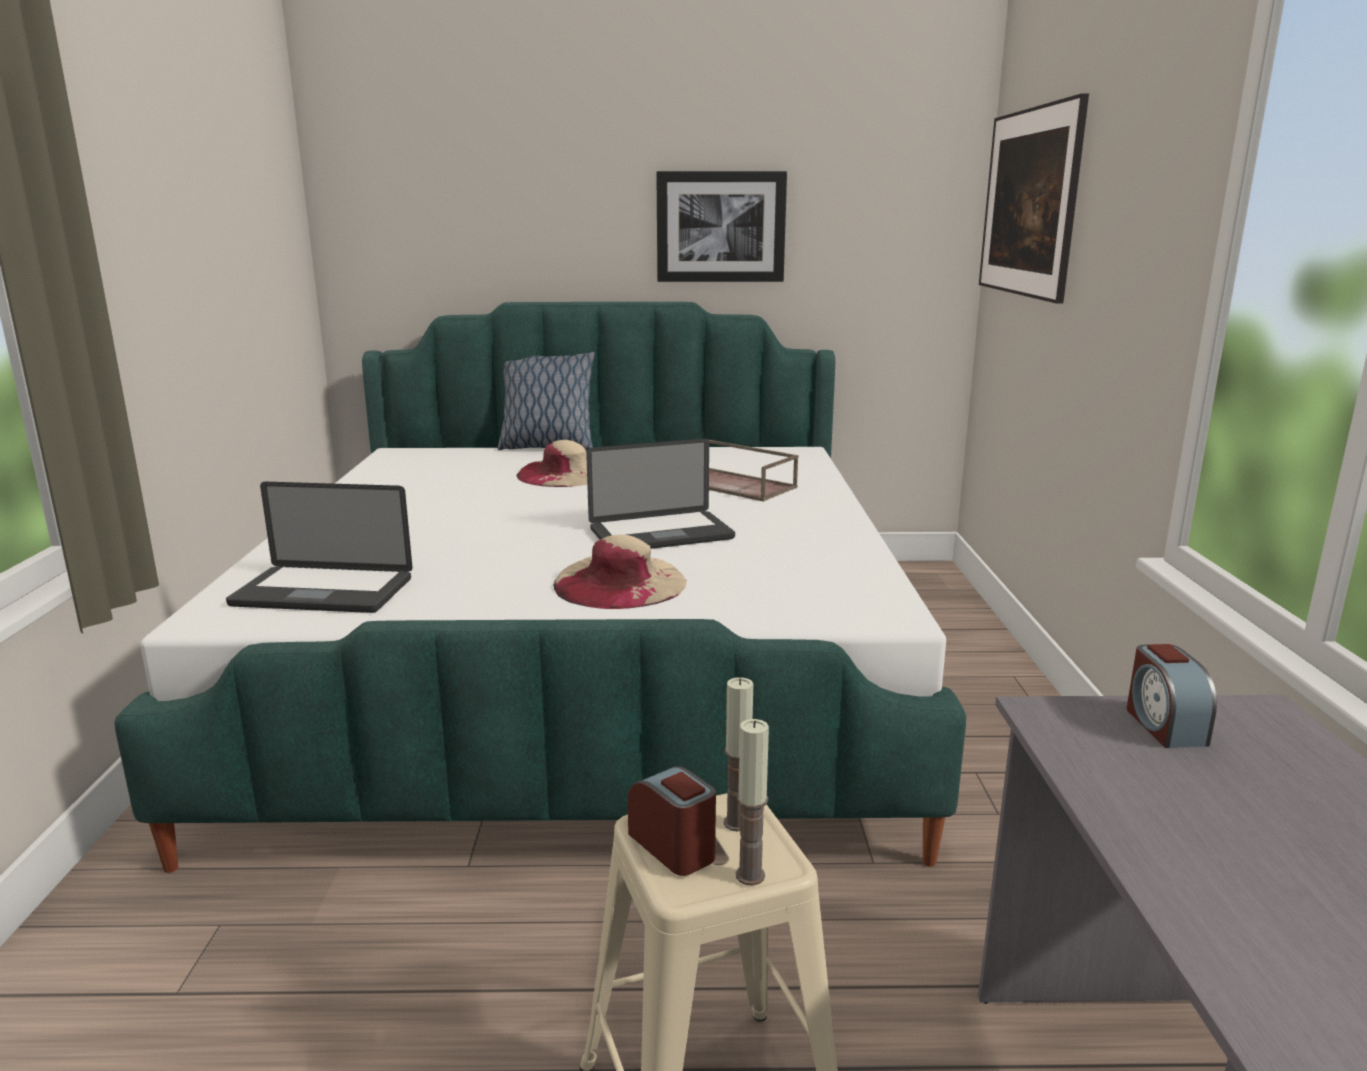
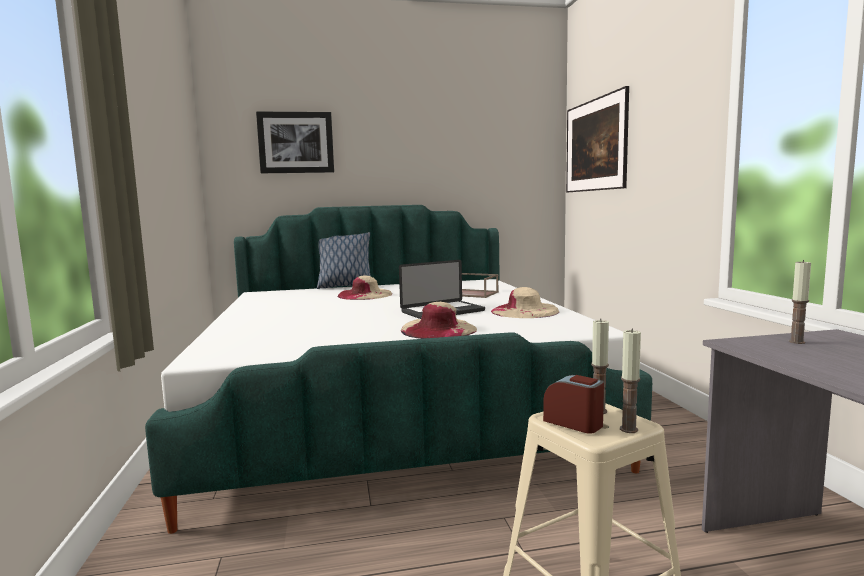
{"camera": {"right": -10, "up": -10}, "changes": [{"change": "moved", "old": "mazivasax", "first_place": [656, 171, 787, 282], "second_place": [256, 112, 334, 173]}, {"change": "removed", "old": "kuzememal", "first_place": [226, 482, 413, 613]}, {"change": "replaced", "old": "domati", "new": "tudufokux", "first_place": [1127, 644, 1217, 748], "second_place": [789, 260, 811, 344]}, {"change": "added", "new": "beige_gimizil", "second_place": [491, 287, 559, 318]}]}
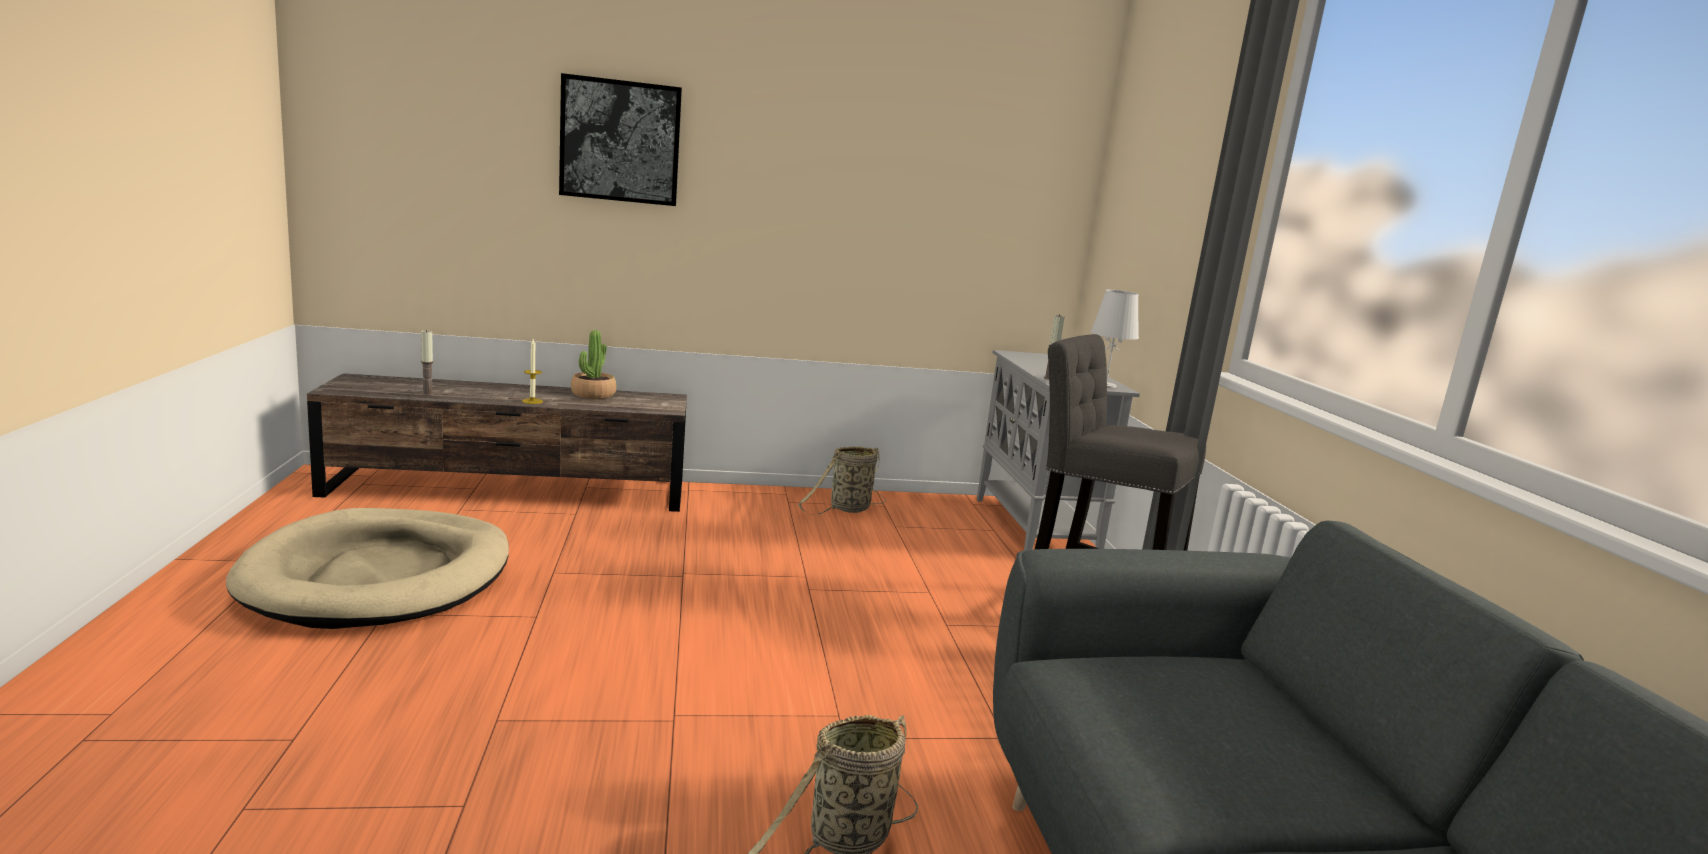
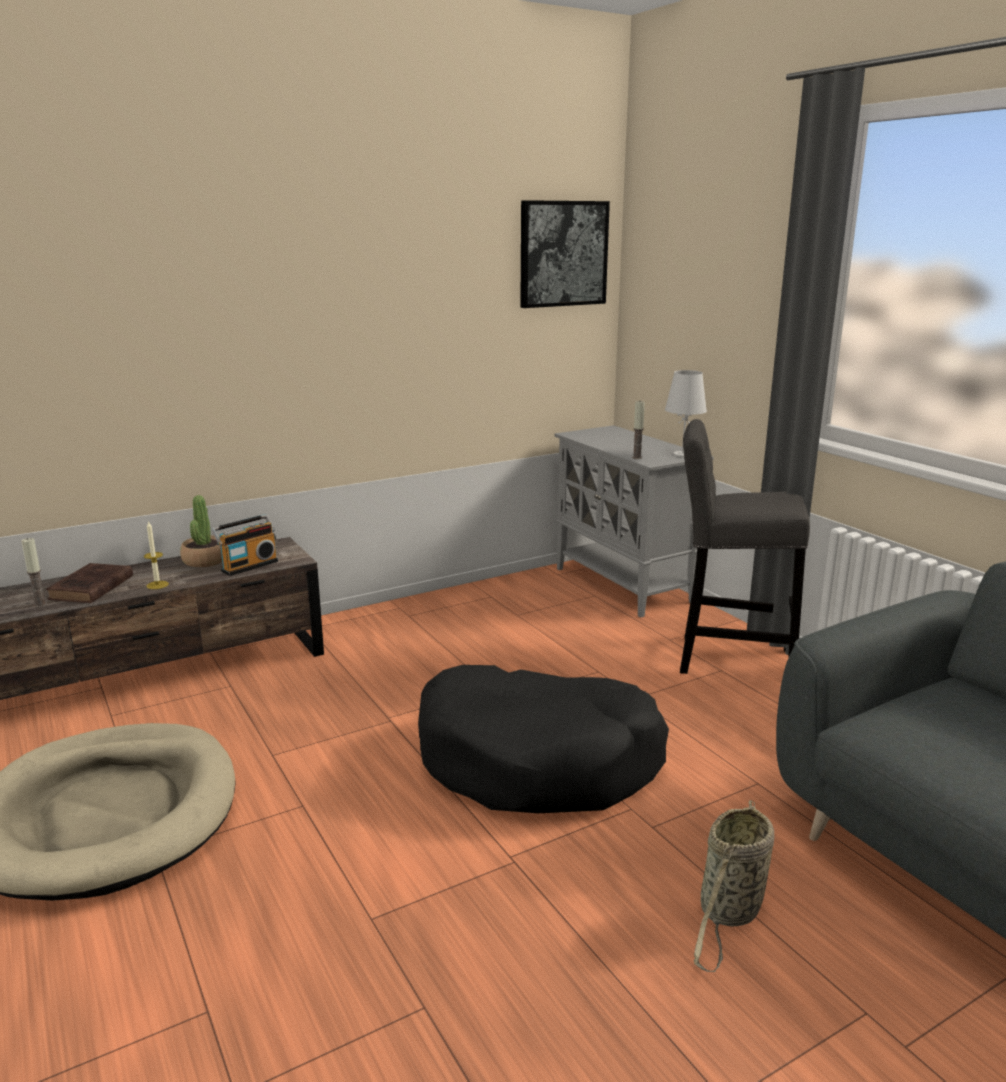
{"camera": {"right": -20, "up": 5}, "changes": [{"change": "moved", "old": "mazivasax", "first_place": [559, 73, 682, 206], "second_place": [520, 200, 610, 308]}, {"change": "removed", "old": "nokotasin", "first_place": [798, 446, 886, 515]}, {"change": "added", "new": "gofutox", "second_place": [212, 514, 278, 576]}, {"change": "added", "new": "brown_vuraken", "second_place": [46, 563, 133, 603]}, {"change": "added", "new": "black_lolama", "second_place": [418, 665, 669, 813]}]}
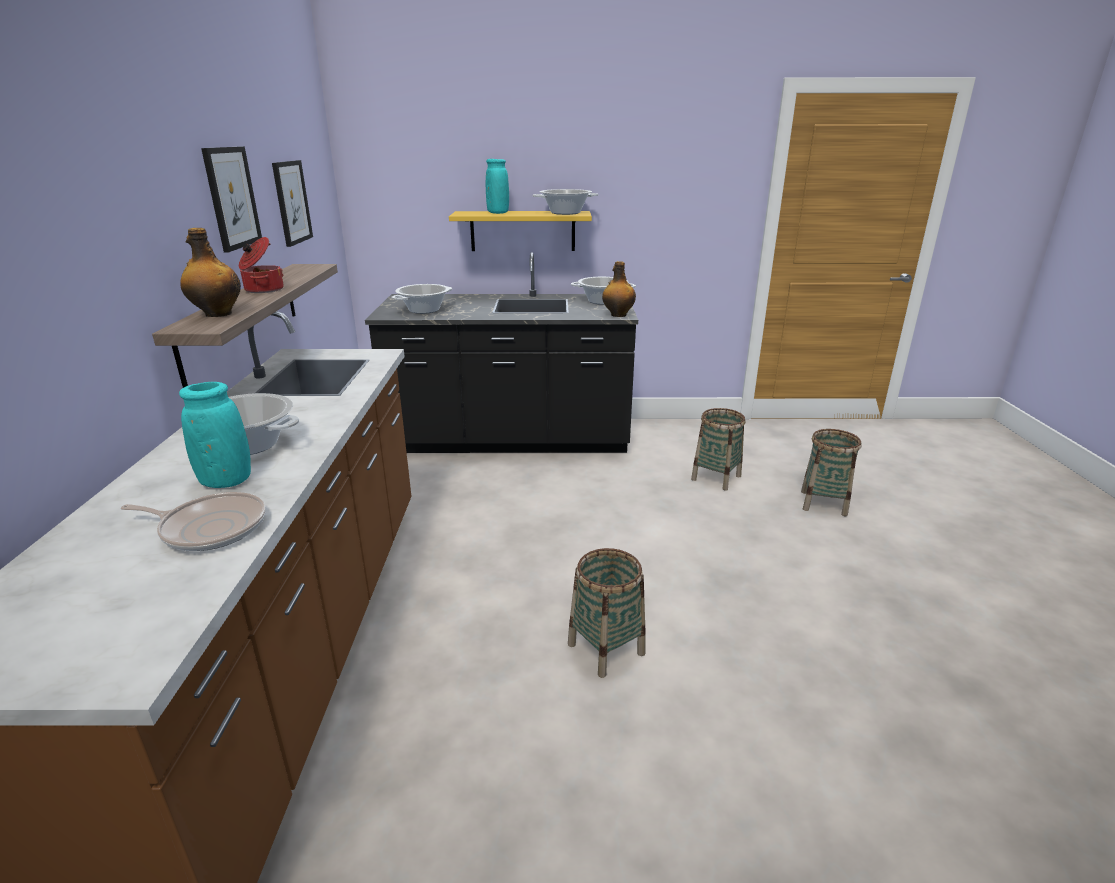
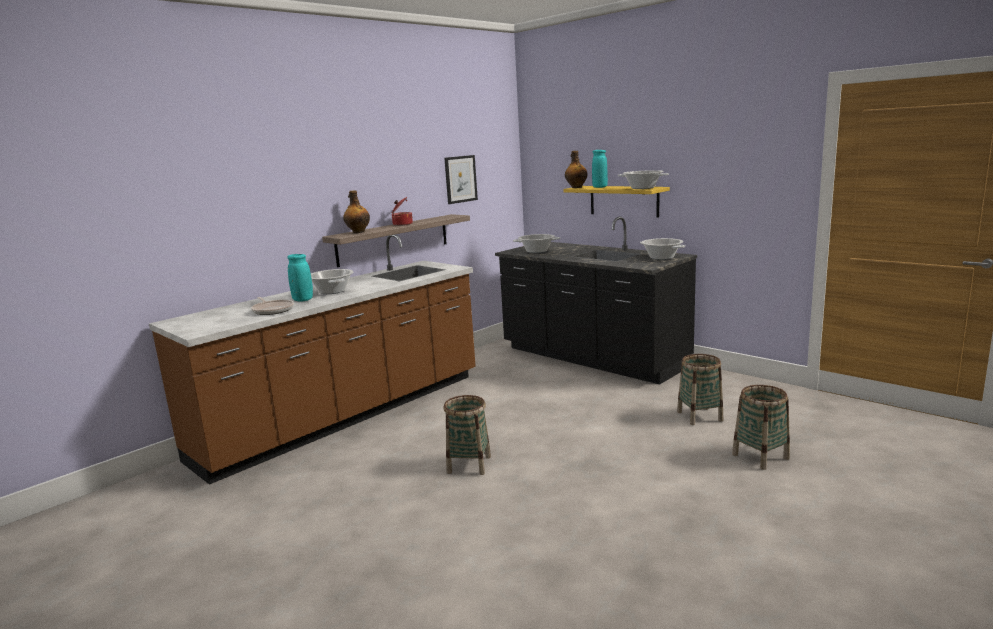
{"camera": {"right": 45, "up": -10}, "changes": [{"change": "removed", "old": "mazivasax", "first_place": [201, 147, 262, 252]}, {"change": "moved", "old": "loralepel", "first_place": [602, 261, 636, 317], "second_place": [565, 151, 587, 188]}]}
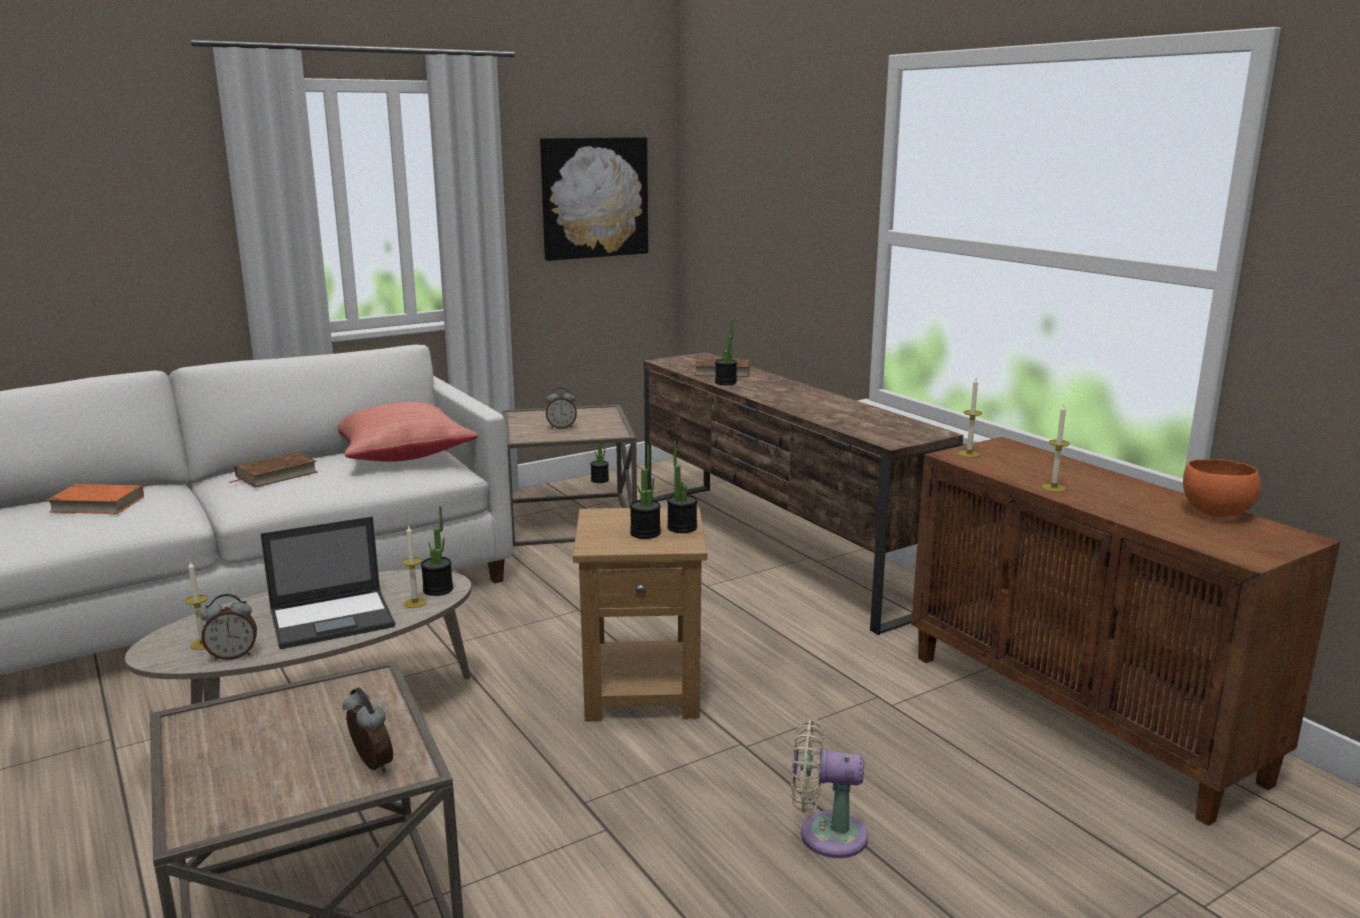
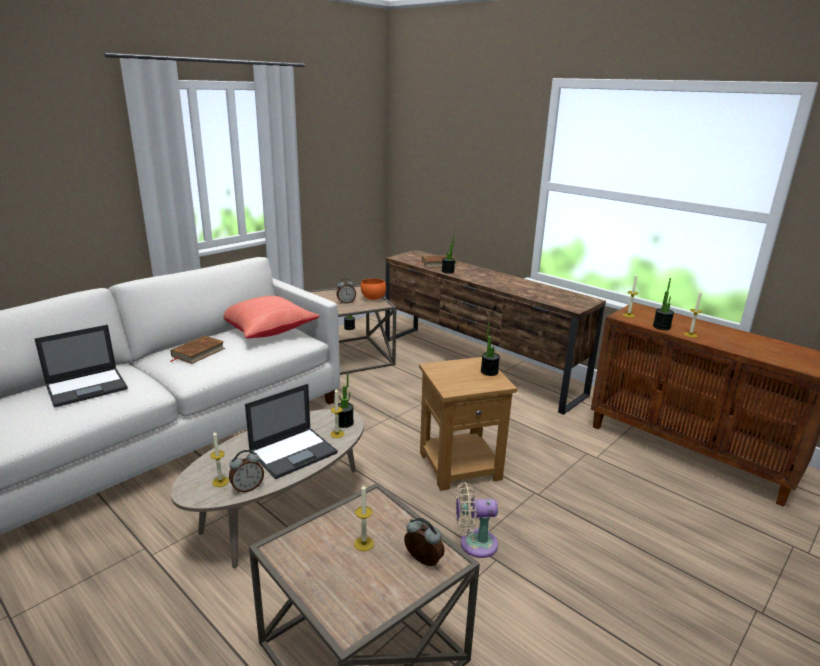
{"camera": {"right": -15, "up": 5}, "changes": [{"change": "removed", "old": "mazivasax", "first_place": [540, 137, 648, 261]}, {"change": "moved", "old": "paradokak", "first_place": [630, 445, 661, 539], "second_place": [653, 278, 674, 330]}, {"change": "moved", "old": "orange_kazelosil", "first_place": [1183, 459, 1261, 517], "second_place": [361, 278, 386, 300]}, {"change": "replaced", "old": "orange_vuraken", "new": "kuzememal", "first_place": [47, 484, 144, 514], "second_place": [35, 325, 128, 408]}, {"change": "moved", "old": "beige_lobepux", "first_place": [791, 718, 868, 858], "second_place": [456, 482, 498, 558]}, {"change": "added", "new": "tudufokux", "second_place": [354, 484, 374, 551]}]}
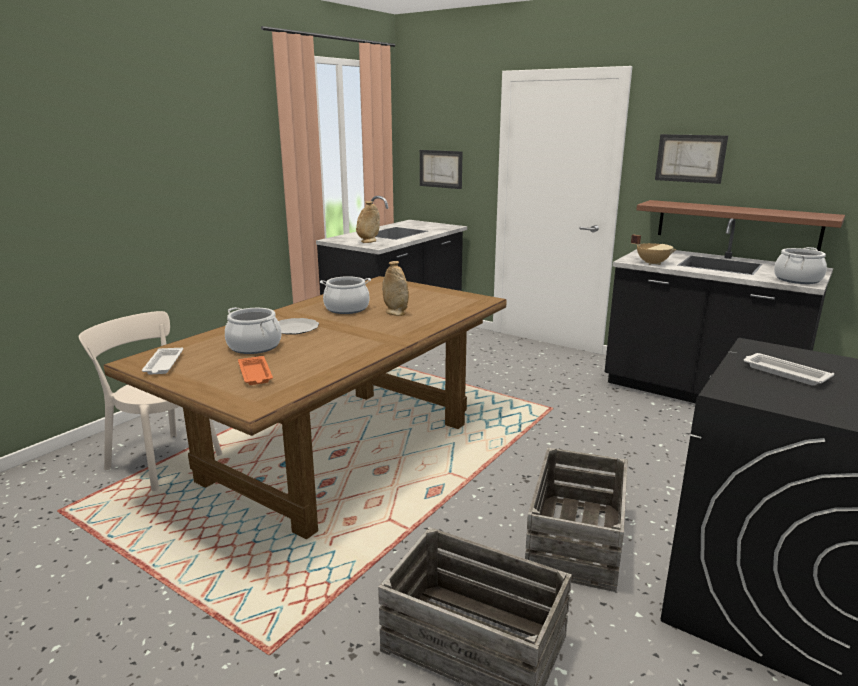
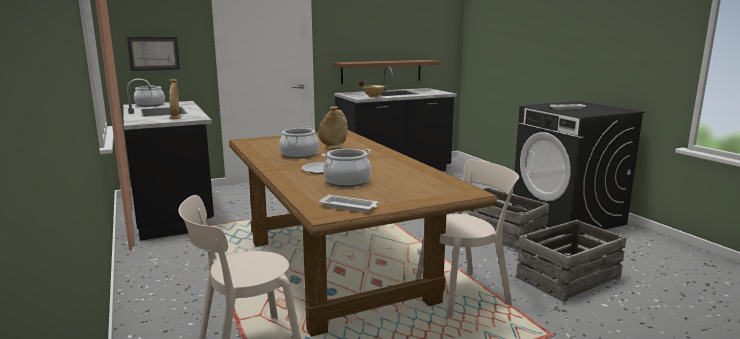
{"camera": {"right": -60, "up": -5}, "changes": [{"change": "removed", "old": "mazivasax", "first_place": [655, 134, 728, 184]}, {"change": "moved", "old": "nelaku", "first_place": [774, 247, 827, 284], "second_place": [134, 85, 165, 107]}, {"change": "removed", "old": "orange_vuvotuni", "first_place": [238, 356, 273, 385]}, {"change": "added", "new": "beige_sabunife", "second_place": [416, 159, 519, 317]}]}
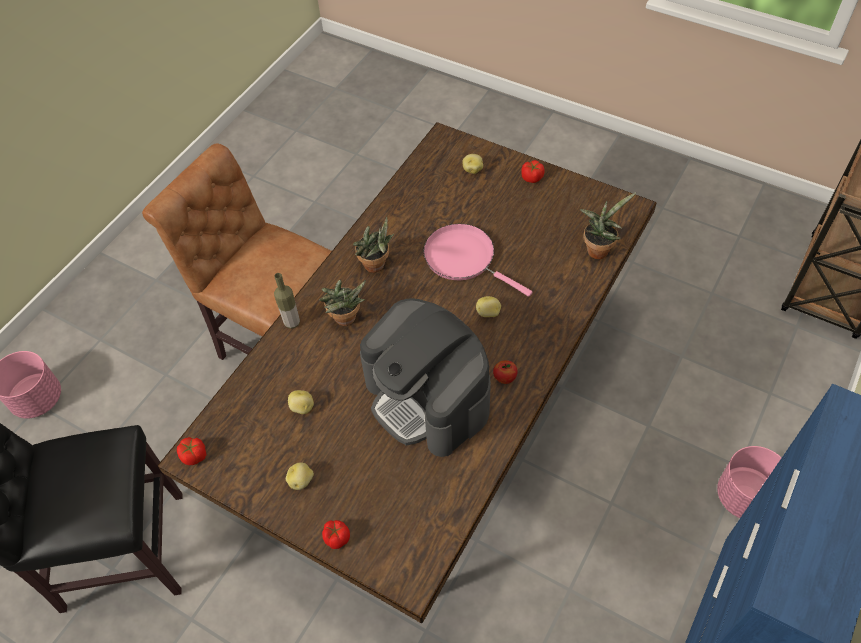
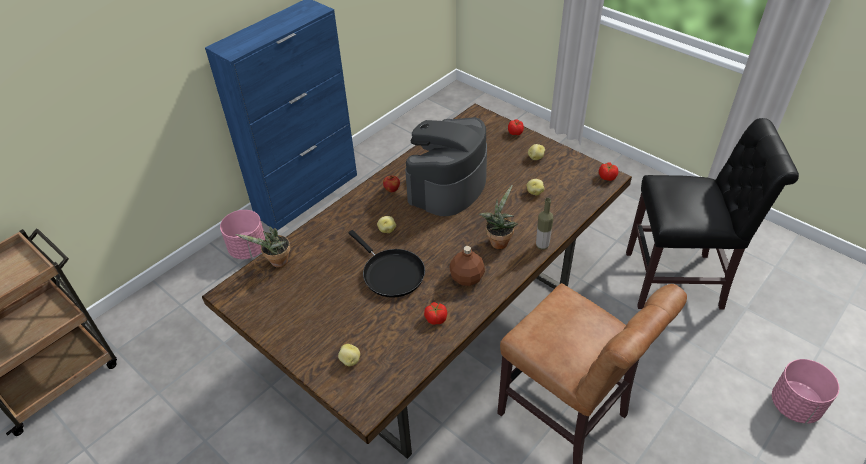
{"camera": {"right": -170, "up": -10}, "changes": [{"change": "moved", "old": "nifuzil", "first_place": [521, 160, 545, 183], "second_place": [424, 302, 447, 325]}, {"change": "replaced", "old": "paradokak", "new": "brown_loralepel", "first_place": [353, 217, 394, 273], "second_place": [449, 246, 485, 286]}, {"change": "recoloured", "old": "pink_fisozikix", "new": "black_fisozikix", "first_place": [423, 224, 533, 297], "second_place": [348, 230, 425, 298]}, {"change": "turned", "old": "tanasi", "first_place": [360, 298, 491, 457], "second_place": [405, 117, 487, 216], "degrees": -120}]}
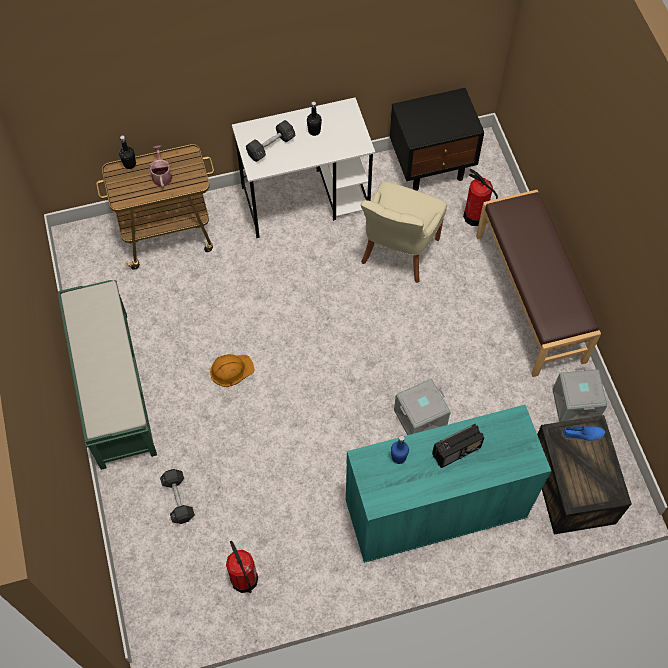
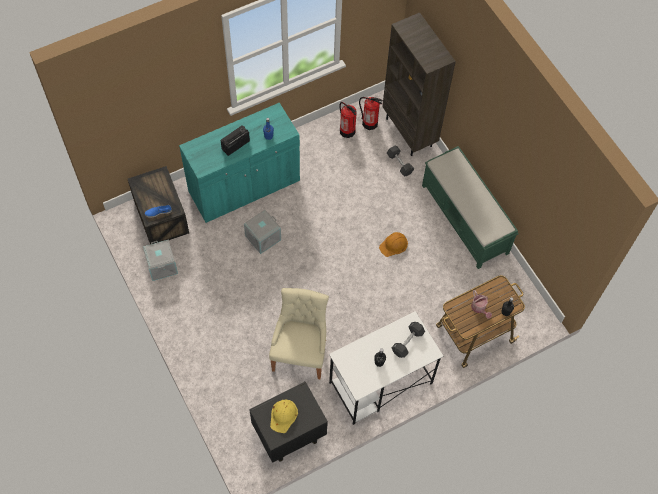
{"camera": {"right": 165, "up": 0}, "changes": [{"change": "moved", "old": "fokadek", "first_place": [463, 169, 498, 226], "second_place": [359, 97, 383, 130]}, {"change": "removed", "old": "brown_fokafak", "first_place": [476, 190, 601, 377]}, {"change": "added", "new": "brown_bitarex", "second_place": [382, 13, 456, 156]}, {"change": "added", "new": "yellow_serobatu", "second_place": [270, 399, 298, 433]}]}
